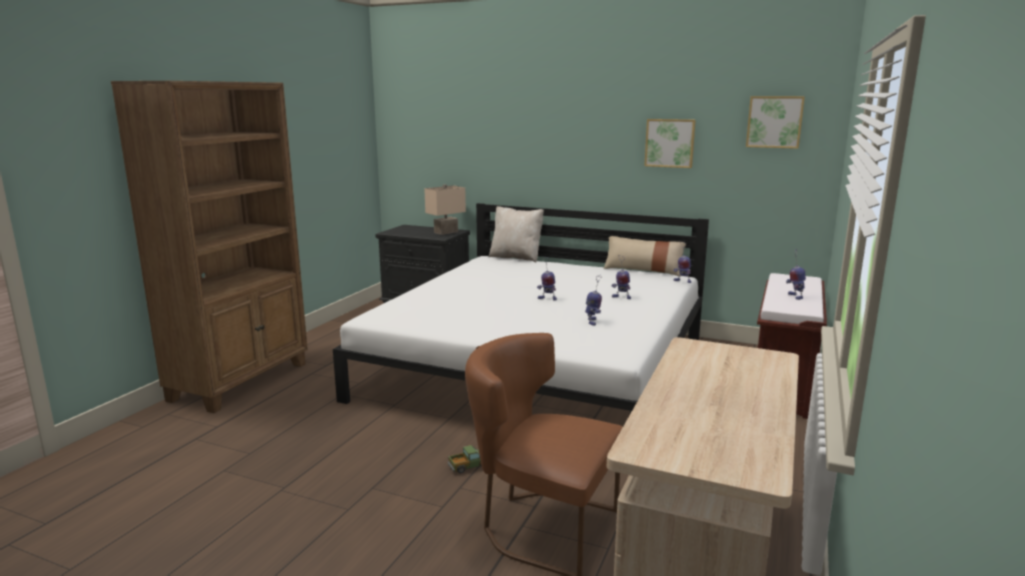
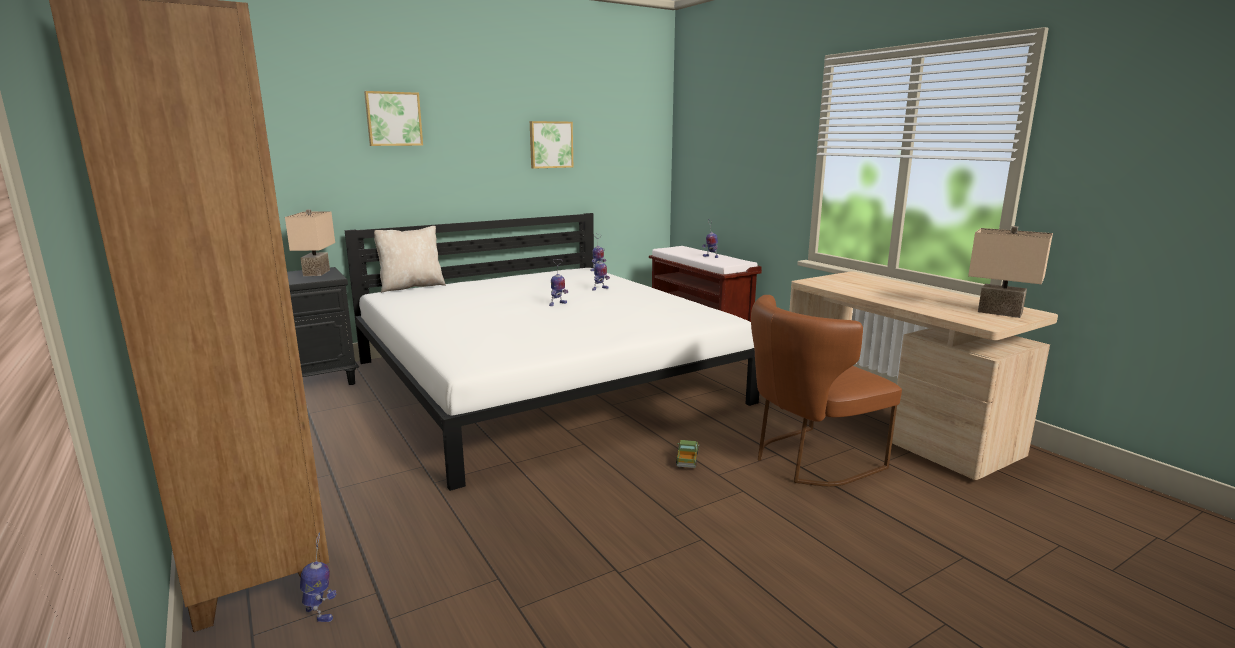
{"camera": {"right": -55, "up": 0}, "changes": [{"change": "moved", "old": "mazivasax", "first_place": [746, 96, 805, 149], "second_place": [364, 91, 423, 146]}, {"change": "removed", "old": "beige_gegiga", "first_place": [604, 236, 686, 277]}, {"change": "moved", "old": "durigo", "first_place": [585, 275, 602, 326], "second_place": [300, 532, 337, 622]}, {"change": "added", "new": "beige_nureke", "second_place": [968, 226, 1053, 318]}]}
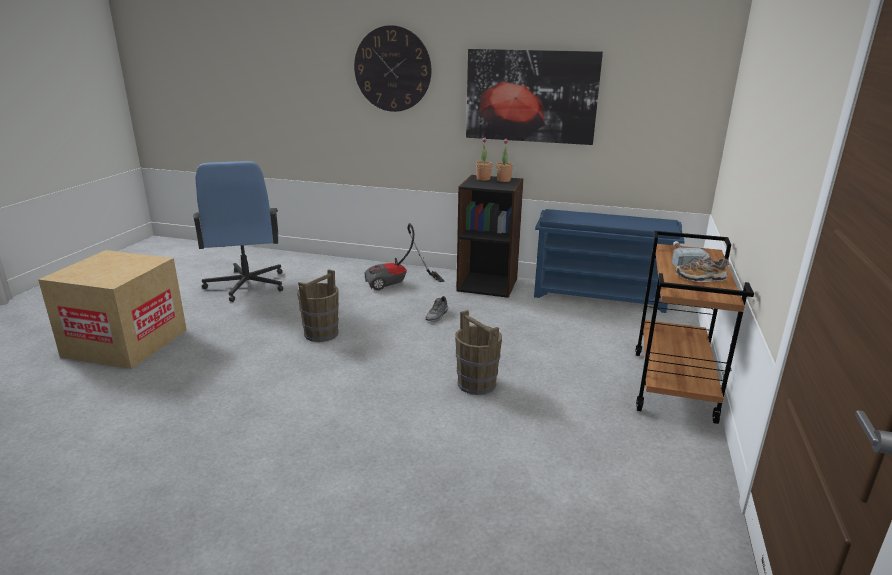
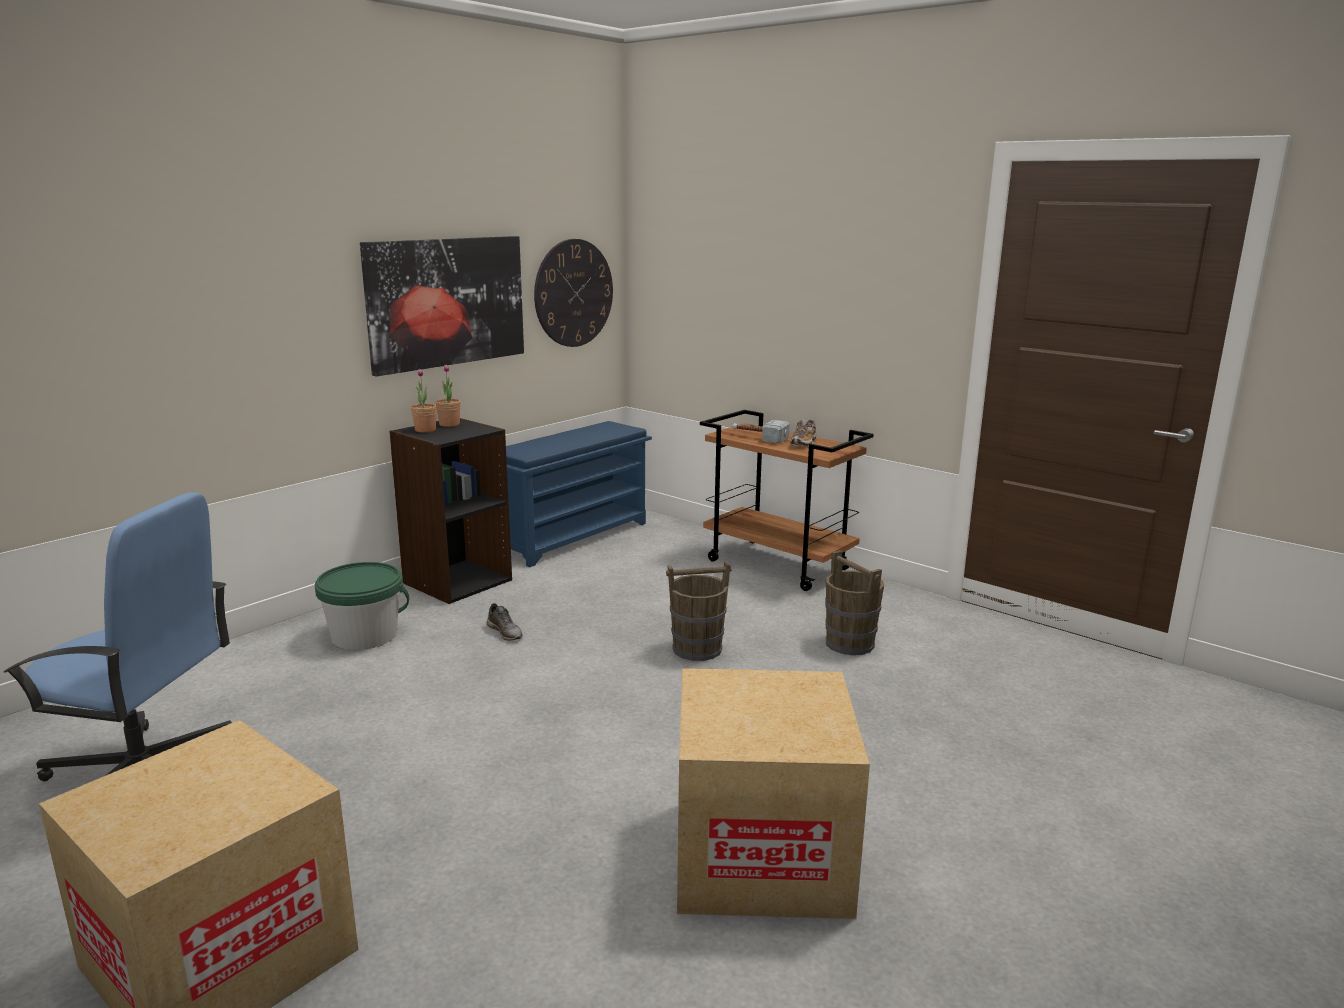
{"camera": {"right": -65, "up": -5}, "changes": [{"change": "moved", "old": "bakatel", "first_place": [354, 25, 431, 112], "second_place": [534, 239, 613, 347]}, {"change": "replaced", "old": "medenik", "new": "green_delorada", "first_place": [364, 223, 445, 290], "second_place": [315, 562, 409, 650]}, {"change": "moved", "old": "brown_delorada", "first_place": [297, 269, 339, 342], "second_place": [825, 550, 884, 655]}, {"change": "added", "new": "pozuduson", "second_place": [677, 668, 870, 919]}]}
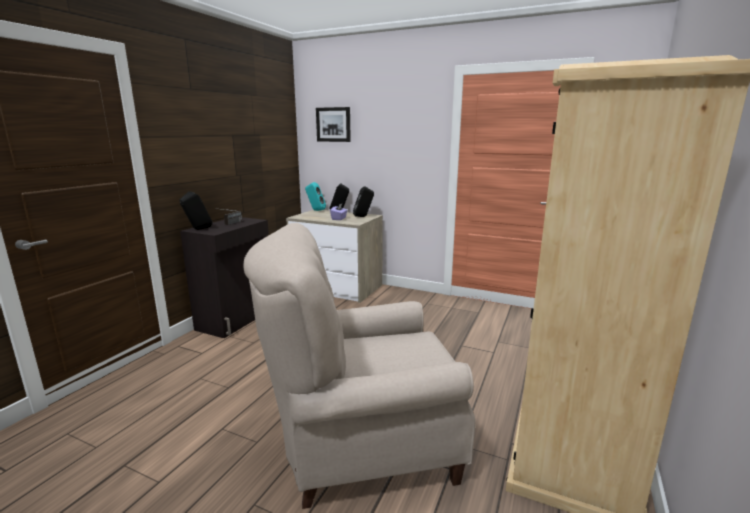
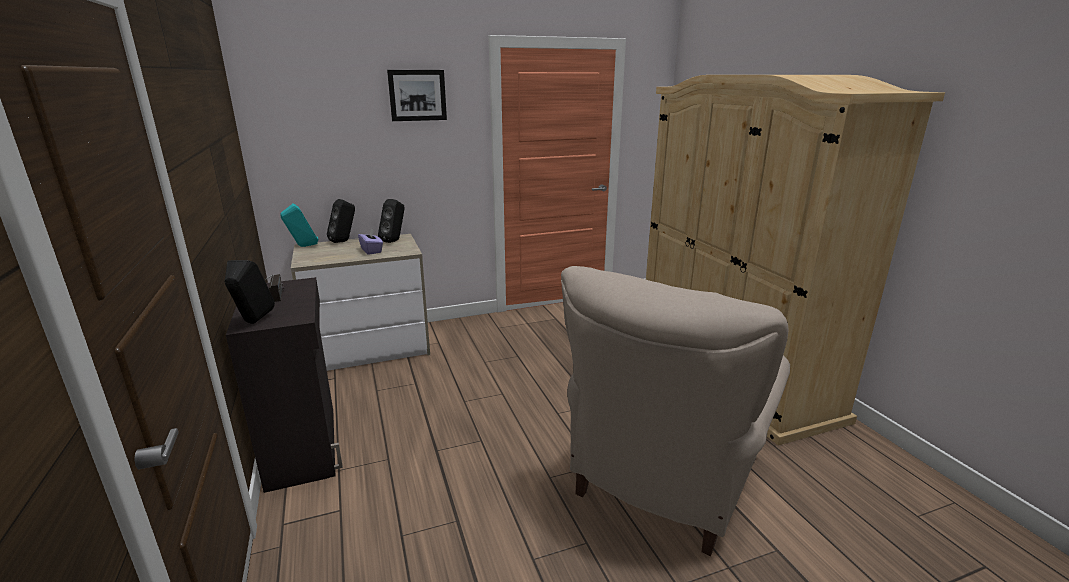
{"camera": {"right": -45, "up": 5}, "changes": [{"change": "moved", "old": "mazivasax", "first_place": [316, 107, 351, 142], "second_place": [387, 70, 447, 121]}]}
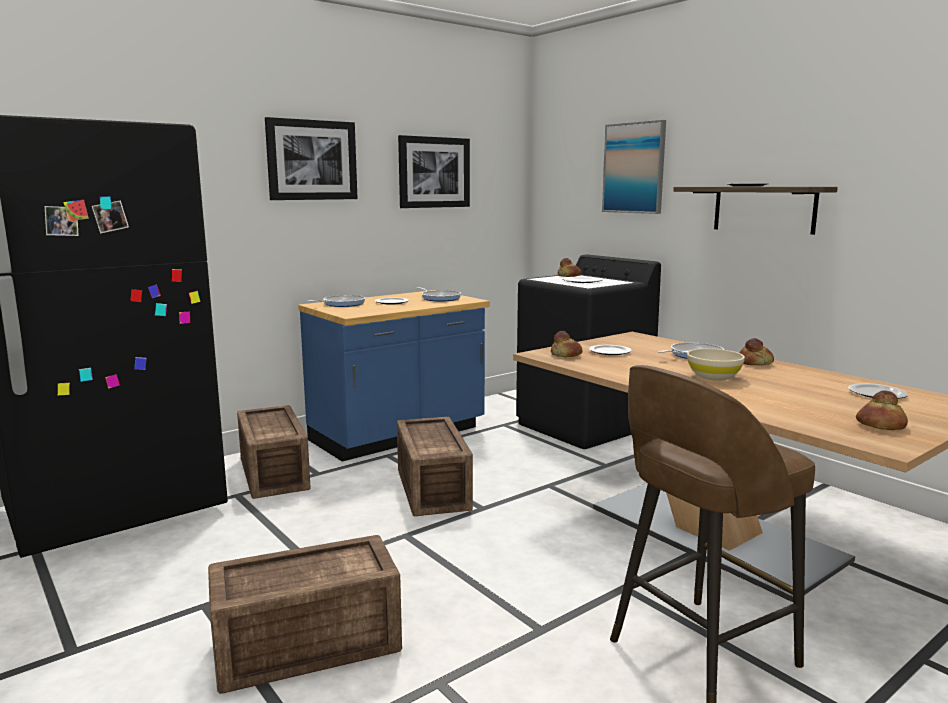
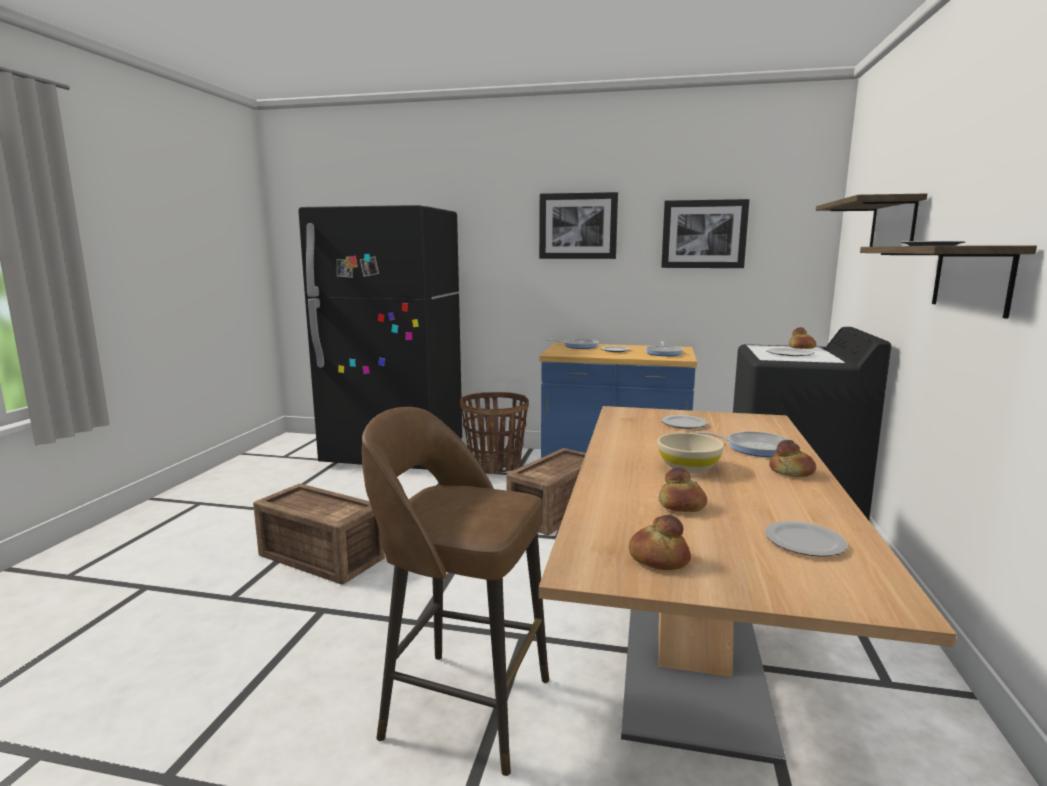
{"camera": {"right": 50, "up": 0}, "changes": [{"change": "replaced", "old": "mazivasax", "new": "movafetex", "first_place": [602, 120, 666, 214], "second_place": [816, 193, 927, 247]}, {"change": "moved", "old": "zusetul", "first_place": [551, 331, 582, 357], "second_place": [659, 467, 708, 512]}, {"change": "replaced", "old": "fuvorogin", "new": "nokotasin", "first_place": [237, 405, 311, 499], "second_place": [460, 392, 529, 474]}]}
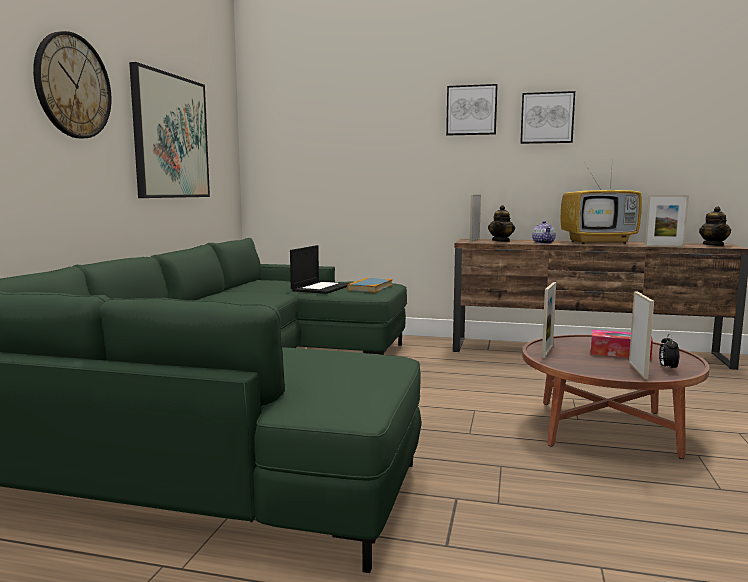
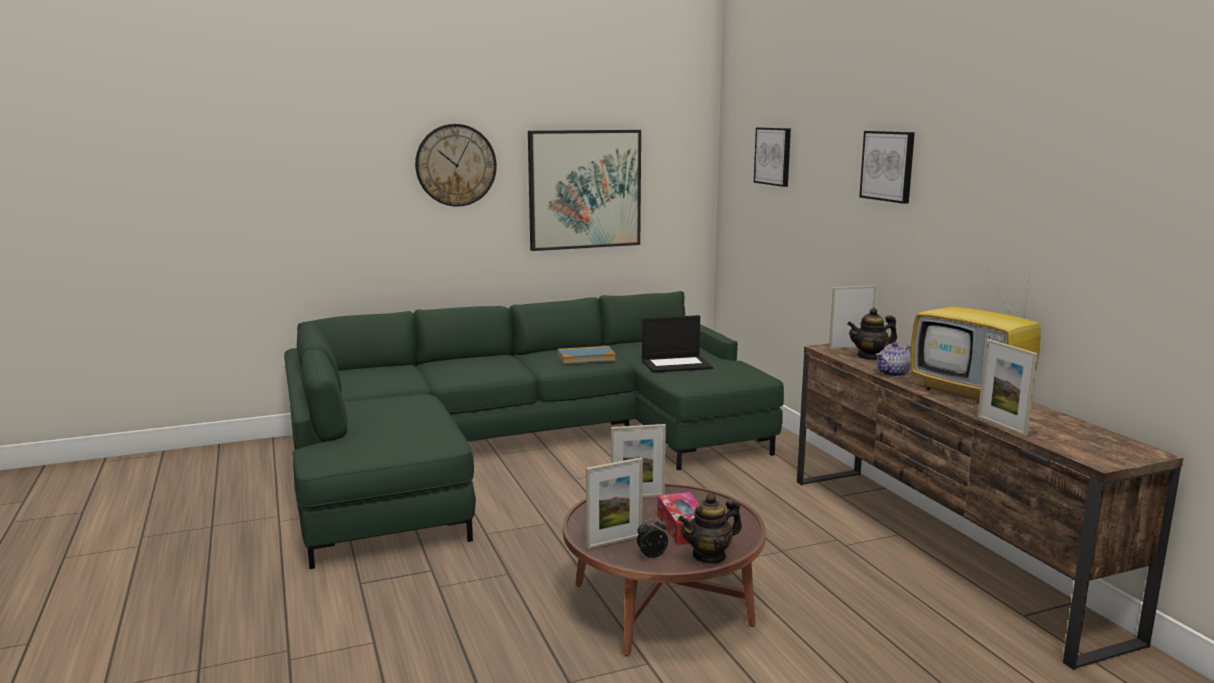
{"camera": {"right": 55, "up": 5}, "changes": [{"change": "moved", "old": "mazivasax", "first_place": [520, 91, 575, 144], "second_place": [754, 128, 791, 187]}, {"change": "moved", "old": "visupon", "first_place": [699, 206, 731, 246], "second_place": [678, 493, 742, 565]}, {"change": "moved", "old": "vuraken", "first_place": [347, 278, 393, 293], "second_place": [558, 346, 616, 364]}]}
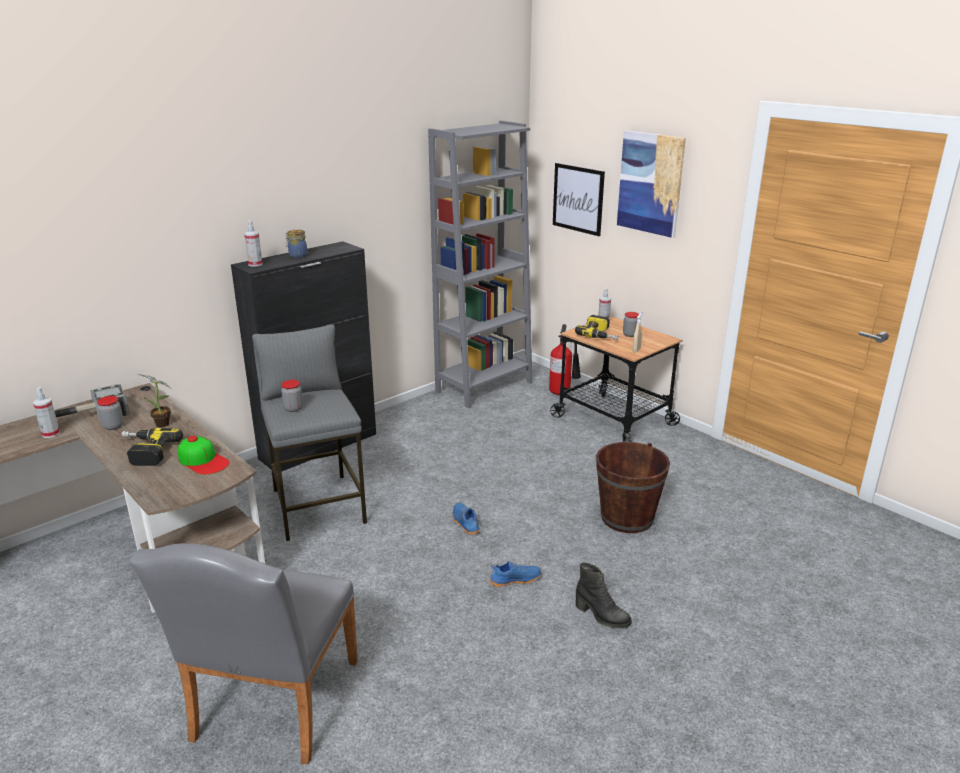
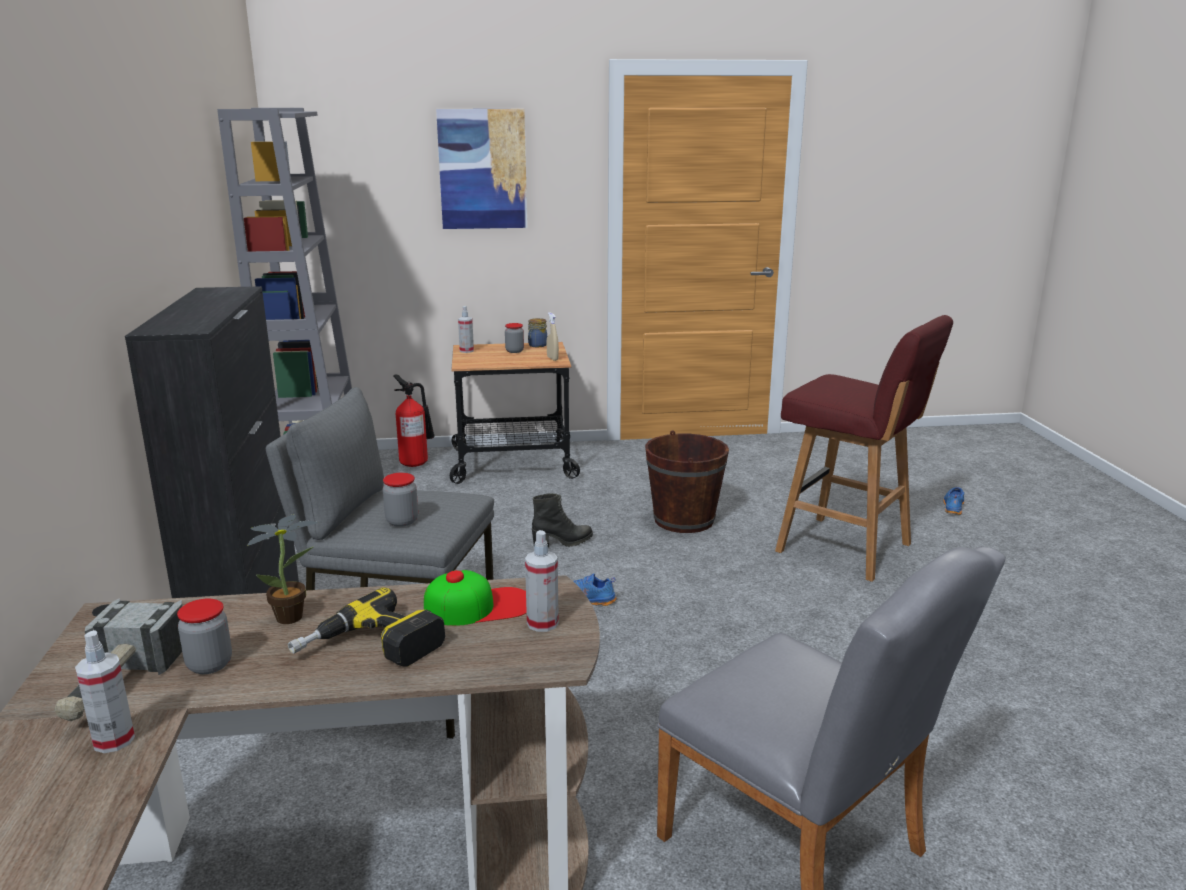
{"camera": {"right": -55, "up": -5}, "changes": [{"change": "removed", "old": "mazivasax", "first_place": [553, 163, 605, 236]}, {"change": "moved", "old": "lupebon", "first_place": [244, 220, 263, 267], "second_place": [525, 530, 559, 632]}, {"change": "moved", "old": "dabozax", "first_place": [285, 230, 307, 258], "second_place": [528, 318, 547, 347]}, {"change": "removed", "old": "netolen", "first_place": [575, 315, 619, 340]}, {"change": "moved", "old": "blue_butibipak", "first_place": [490, 561, 541, 587], "second_place": [943, 487, 964, 515]}, {"change": "moved", "old": "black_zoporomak", "first_place": [576, 563, 632, 628], "second_place": [532, 493, 593, 547]}, {"change": "added", "new": "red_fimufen", "second_place": [775, 315, 953, 582]}]}
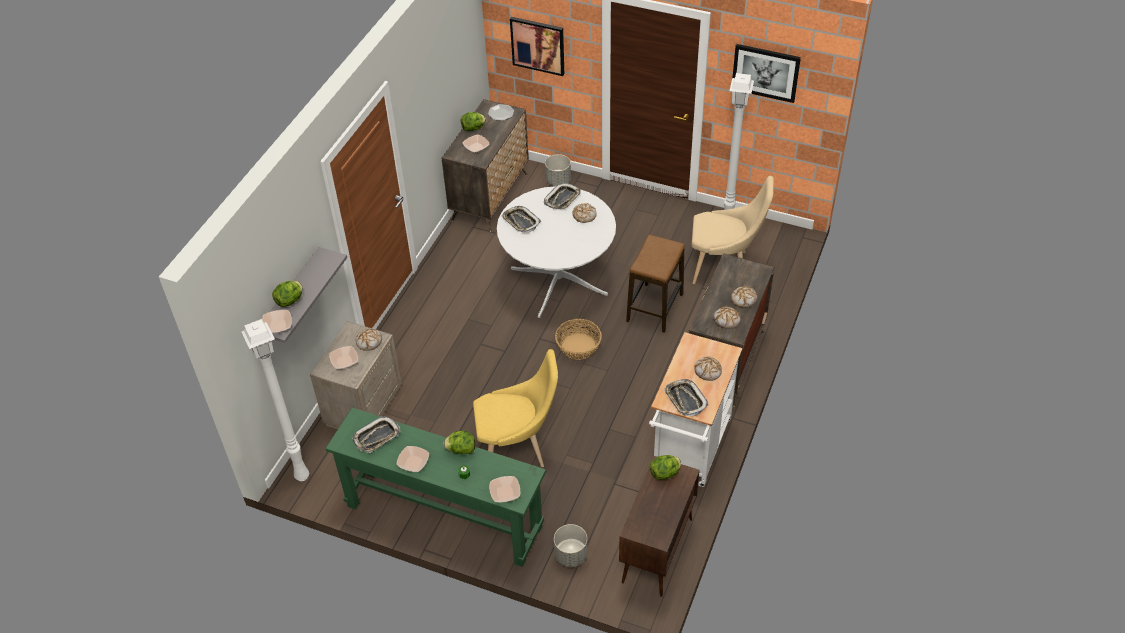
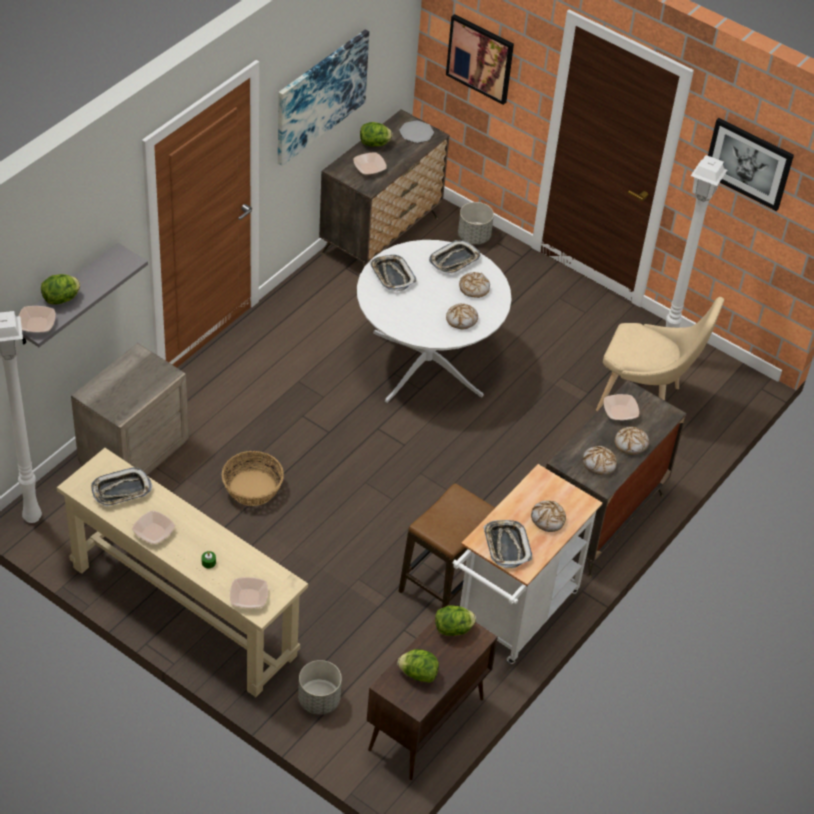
{"camera": {"right": 10, "up": 0}, "changes": [{"change": "moved", "old": "fimufen", "first_place": [626, 235, 685, 333], "second_place": [399, 483, 495, 608]}, {"change": "moved", "old": "nokotasin", "first_place": [555, 319, 602, 360], "second_place": [222, 451, 284, 506]}, {"change": "moved", "old": "zusetul", "first_place": [356, 329, 382, 351], "second_place": [446, 304, 478, 330]}, {"change": "moved", "old": "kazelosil", "first_place": [329, 346, 358, 369], "second_place": [604, 394, 639, 420]}, {"change": "removed", "old": "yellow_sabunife", "first_place": [473, 349, 558, 467]}, {"change": "recoloured", "old": "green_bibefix", "new": "beige_bibefix", "first_place": [325, 408, 546, 567], "second_place": [57, 448, 308, 697]}, {"change": "moved", "old": "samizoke", "first_place": [443, 431, 475, 454], "second_place": [397, 649, 439, 683]}, {"change": "added", "new": "mazivasax", "second_place": [278, 29, 369, 166]}]}
